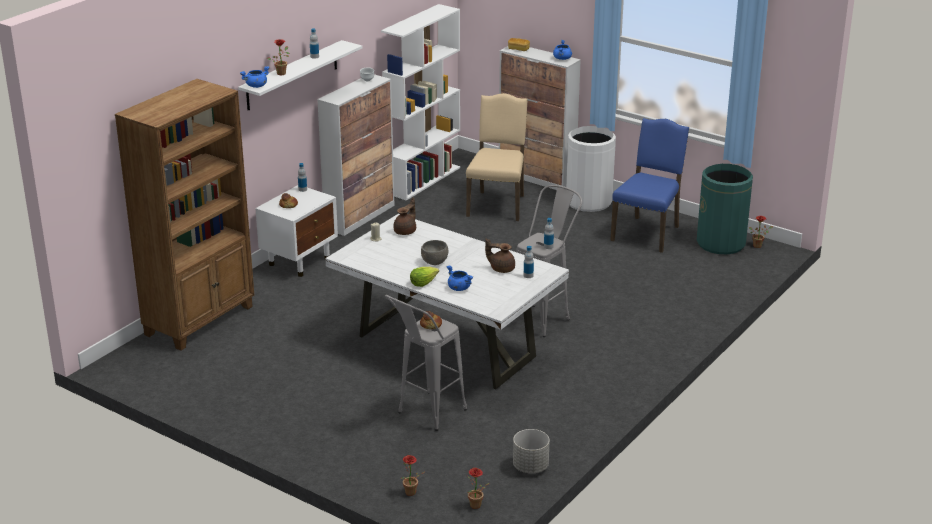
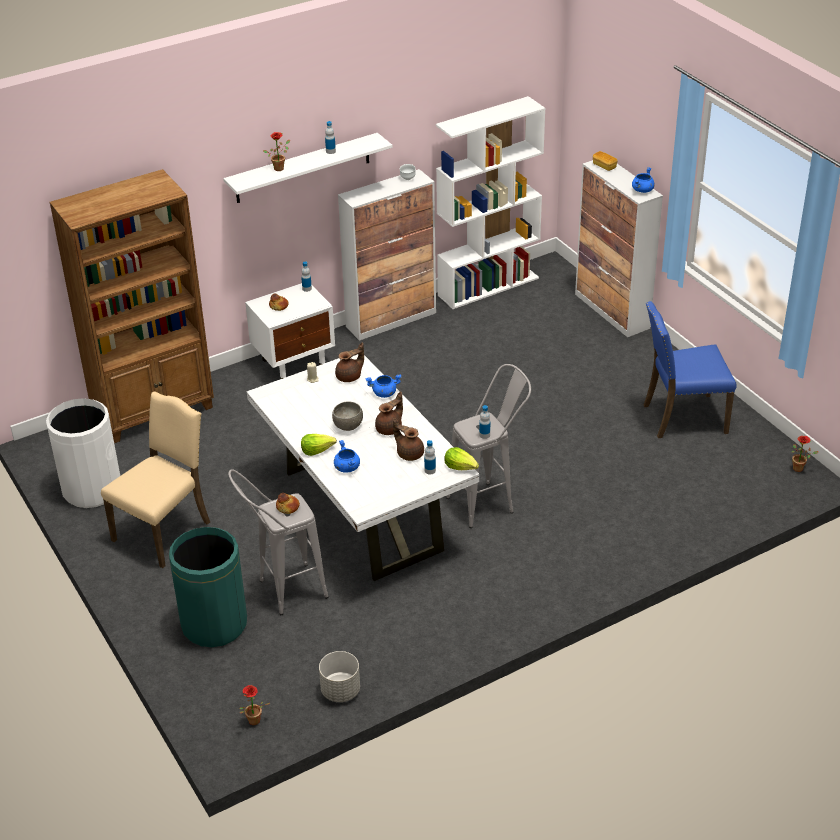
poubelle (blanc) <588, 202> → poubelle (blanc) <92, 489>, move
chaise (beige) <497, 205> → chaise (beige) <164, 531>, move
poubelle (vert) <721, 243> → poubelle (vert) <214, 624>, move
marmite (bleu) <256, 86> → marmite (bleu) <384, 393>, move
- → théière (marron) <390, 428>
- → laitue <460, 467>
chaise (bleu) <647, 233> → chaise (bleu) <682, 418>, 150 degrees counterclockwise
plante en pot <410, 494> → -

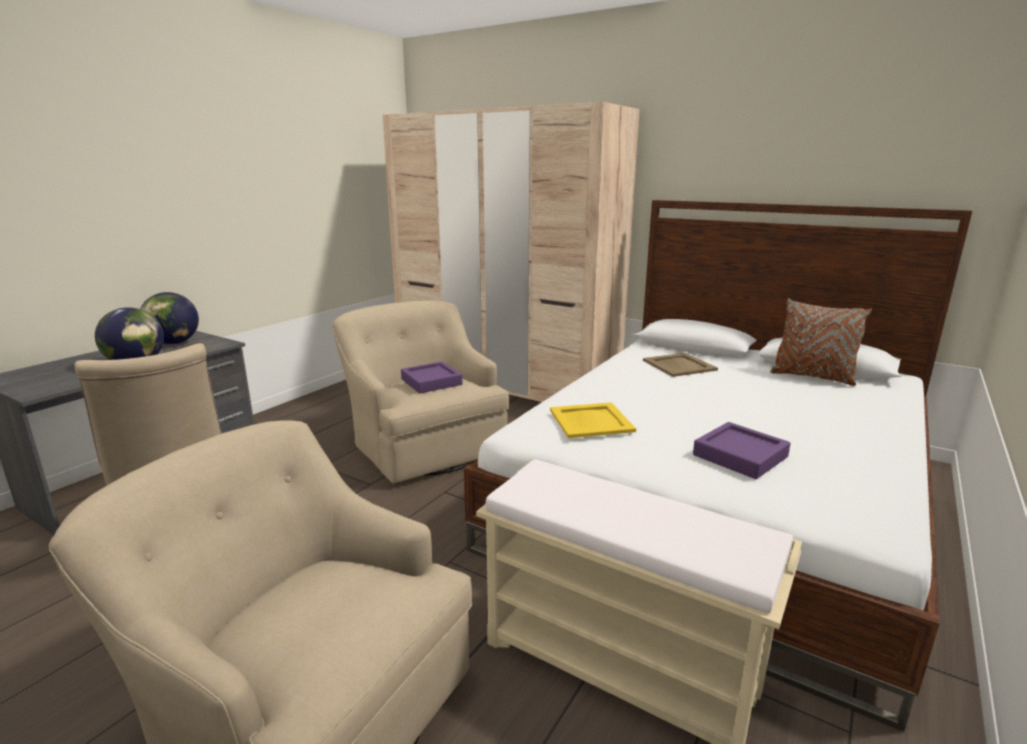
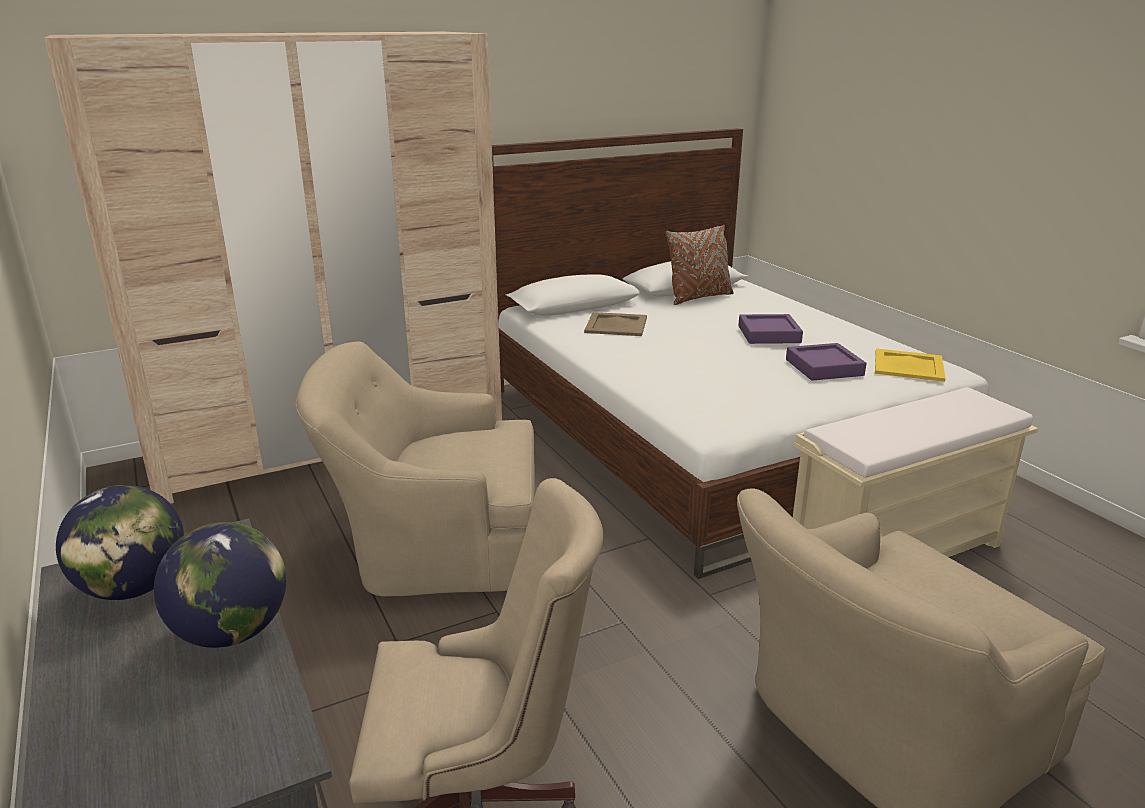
plateau (violet) <431, 382> → plateau (violet) <769, 334>, move
plateau (jaune) <590, 421> → plateau (jaune) <909, 366>, move

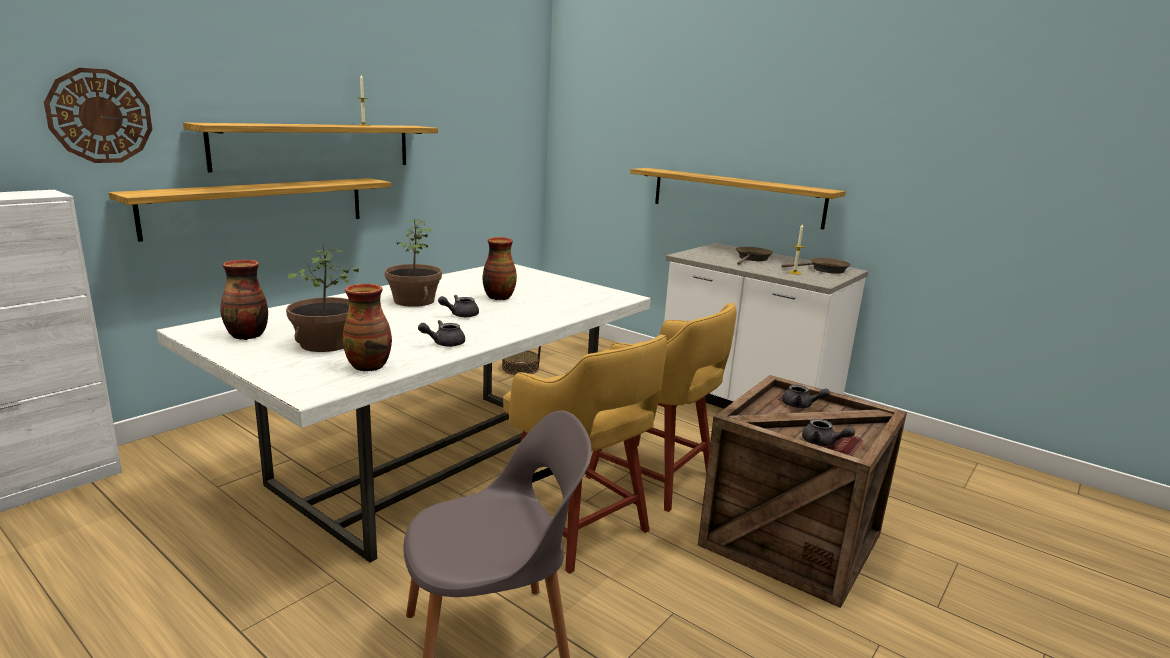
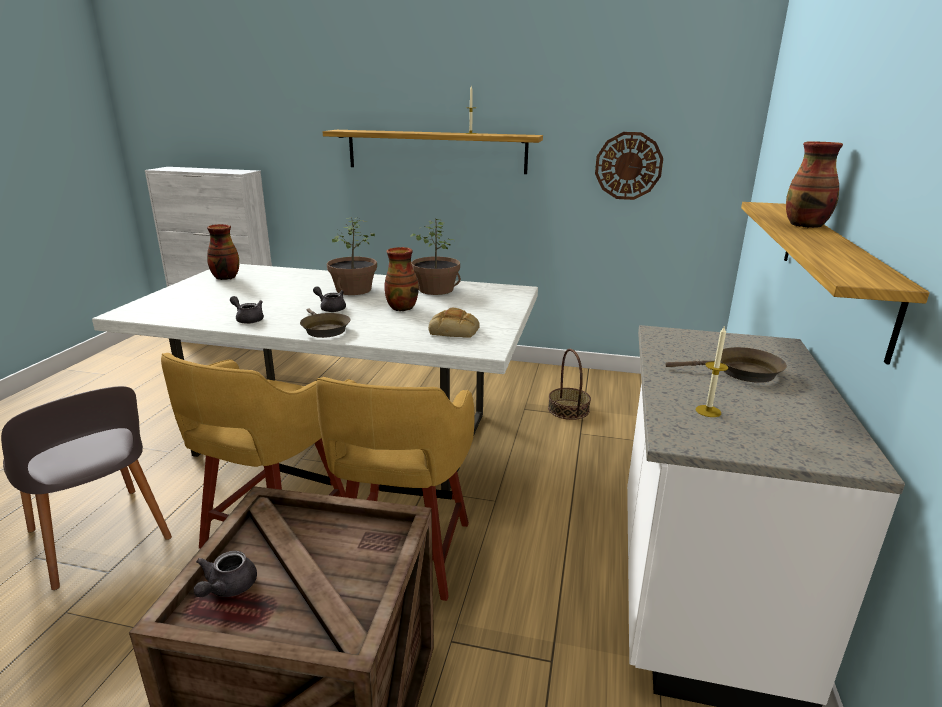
poêle (marron) <825, 270> → poêle (marron) <324, 329>, move
plante en pot <325, 343> → plante en pot <436, 289>, move
- → pain <455, 330>
horloge murale <100, 116> → horloge murale <628, 166>, move
vase <369, 366> → vase <806, 225>, move
étagère <259, 206> → -
théière (gris) <801, 405> → -

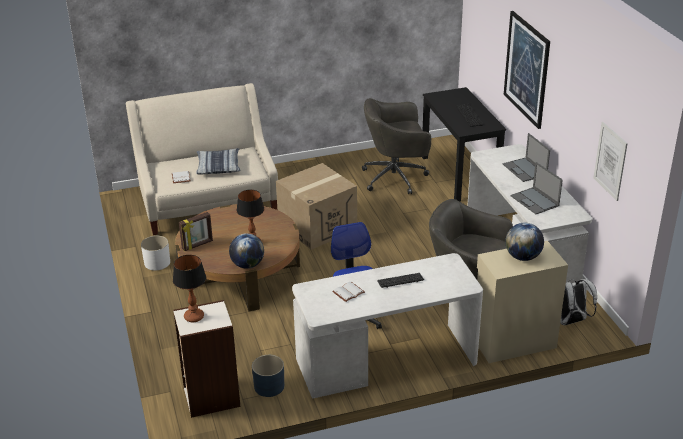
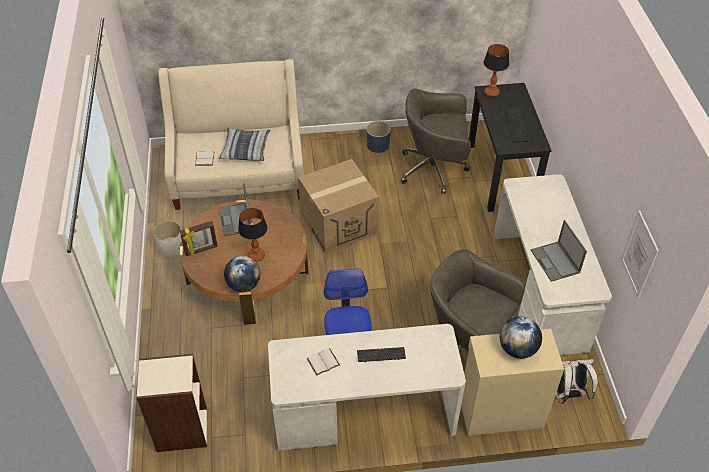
ordinateur portable <525, 170> → ordinateur portable <236, 220>, move
cache-pot (bleu) <269, 386> → cache-pot (bleu) <378, 145>, move
lampe de table <194, 317> → lampe de table <491, 93>, move
tableau <526, 69> → -

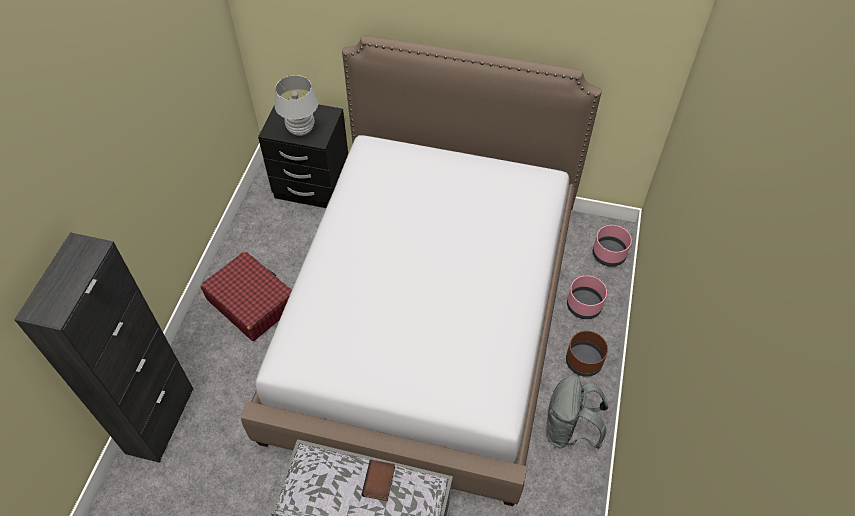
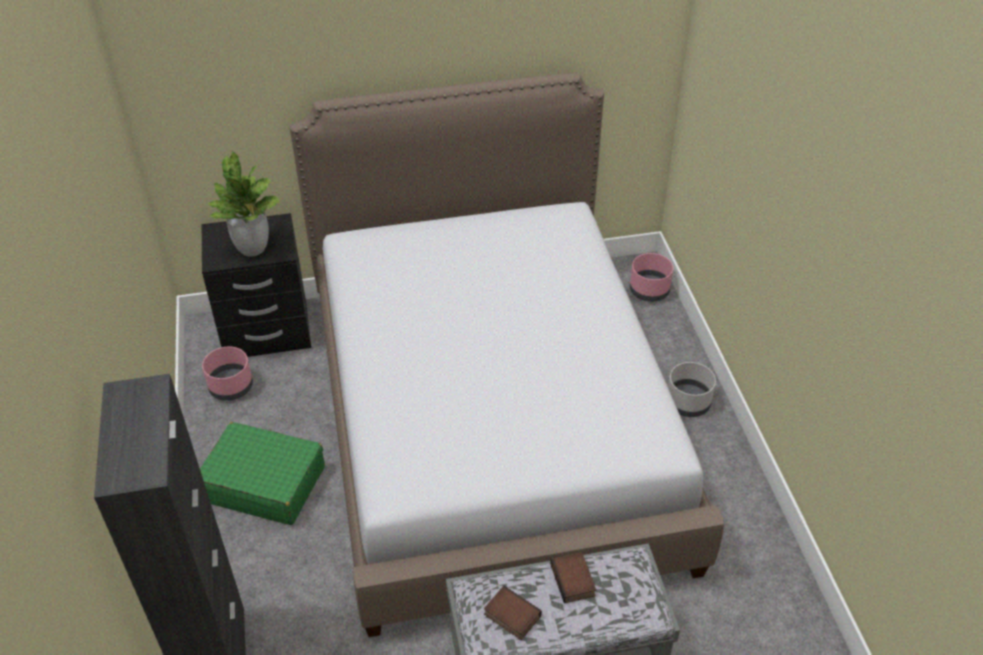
valise (rouge) <251, 302> → valise (vert) <263, 483>
cache-pot (rose) <584, 305> → cache-pot (rose) <231, 386>, move
lampe de table (blanc) <301, 129> → plante en pot <252, 249>
- → livre <510, 616>
cache-pot (marron) <584, 362> → cache-pot (gris) <688, 403>
sac à dos (gris) <569, 430> → -

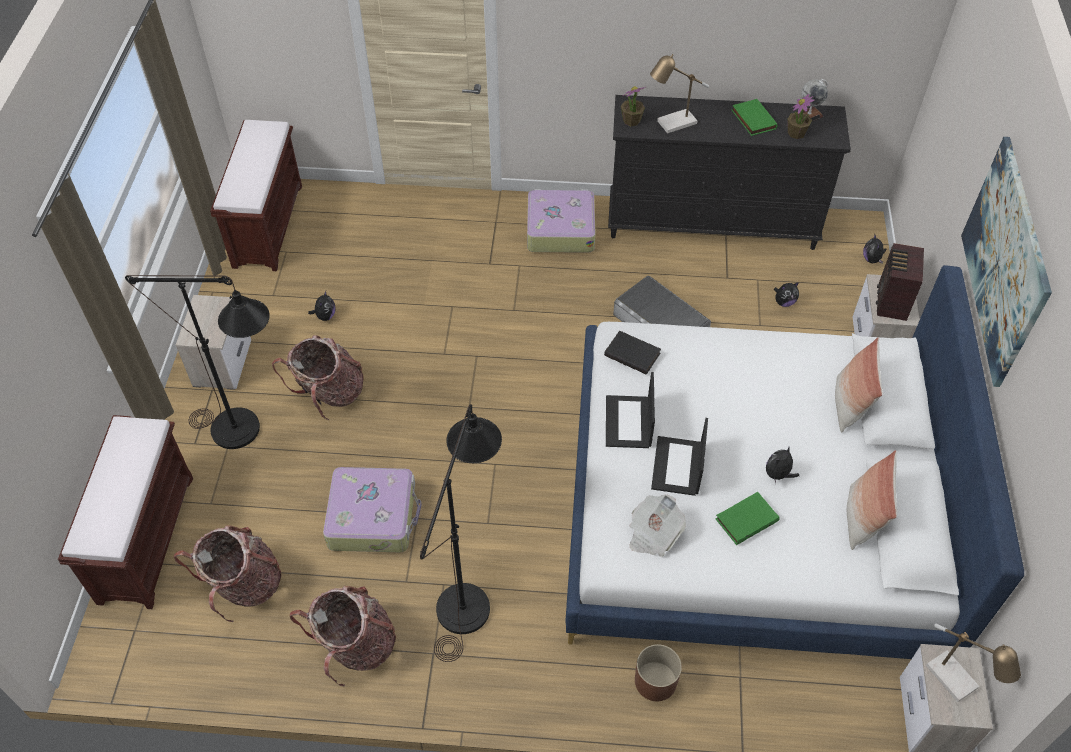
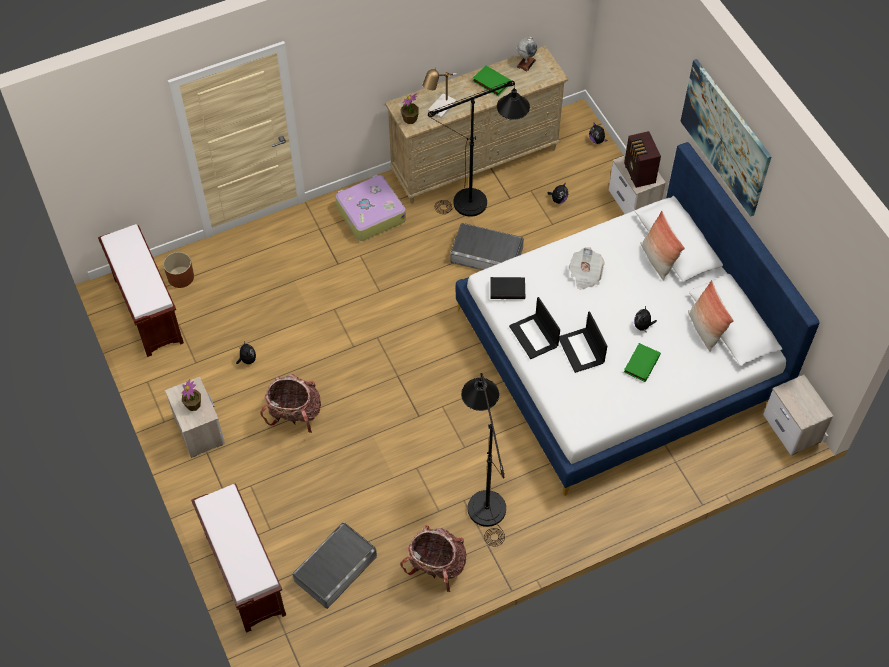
cache-pot (marron) <655, 681> → cache-pot (marron) <180, 277>, move
plante en pot <796, 133> → plante en pot <193, 405>, move
sac à dos <244, 585> → boîte de rangement (gris) <335, 568>
commode (noir) <713, 225> → commode (beige) <475, 161>
lampadaire (noir) <248, 433> → lampadaire (noir) <480, 201>, move
journal <653, 534> → journal <585, 275>, move
valise <373, 516> → -
lampe de table <957, 682> → -

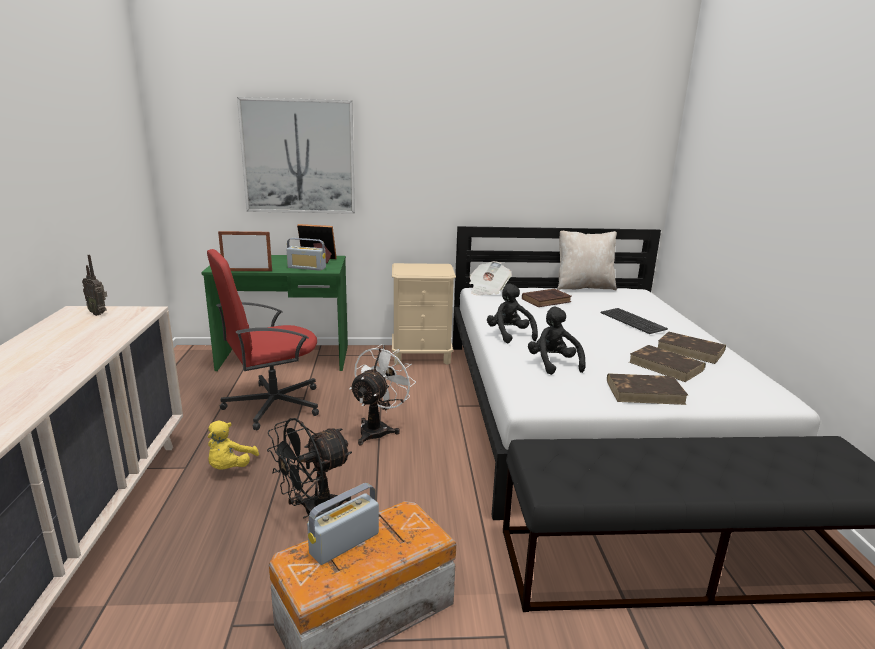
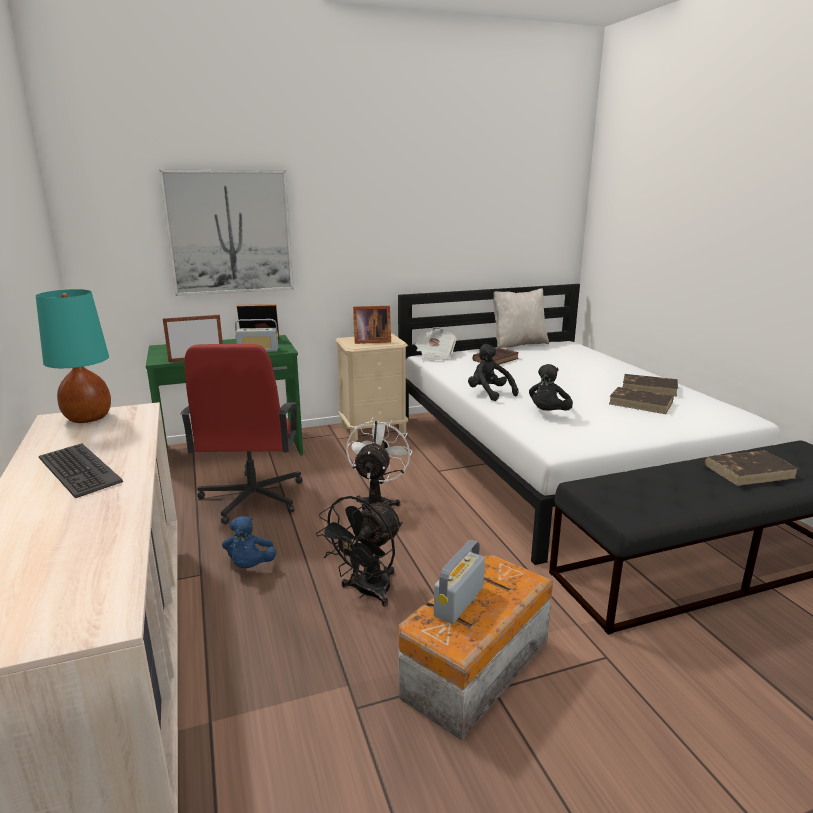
radio <99, 313> → lampe de table (turquoise) <89, 418>
clavier <632, 321> → clavier <78, 470>, move
chaise de bureau (rouge) <272, 405> → chaise de bureau (rouge) <252, 498>, 45 degrees counterclockwise
peluche (jaune) <230, 467> → peluche (bleu) <250, 566>
- → cadre photo <370, 341>
peluche (noir) <553, 364> → peluche (noir) <548, 414>, 120 degrees counterclockwise
livre (marron) <645, 392> → livre (marron) <749, 471>, move

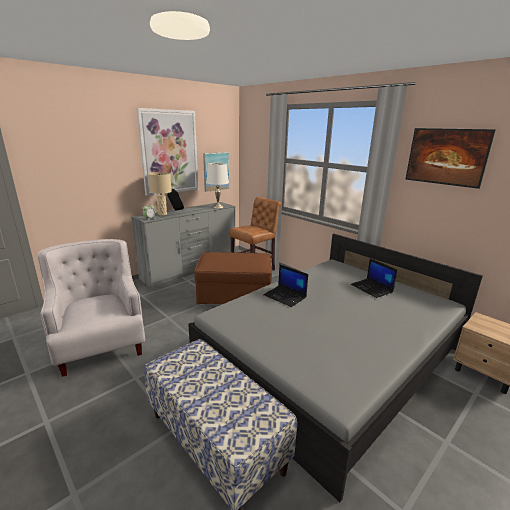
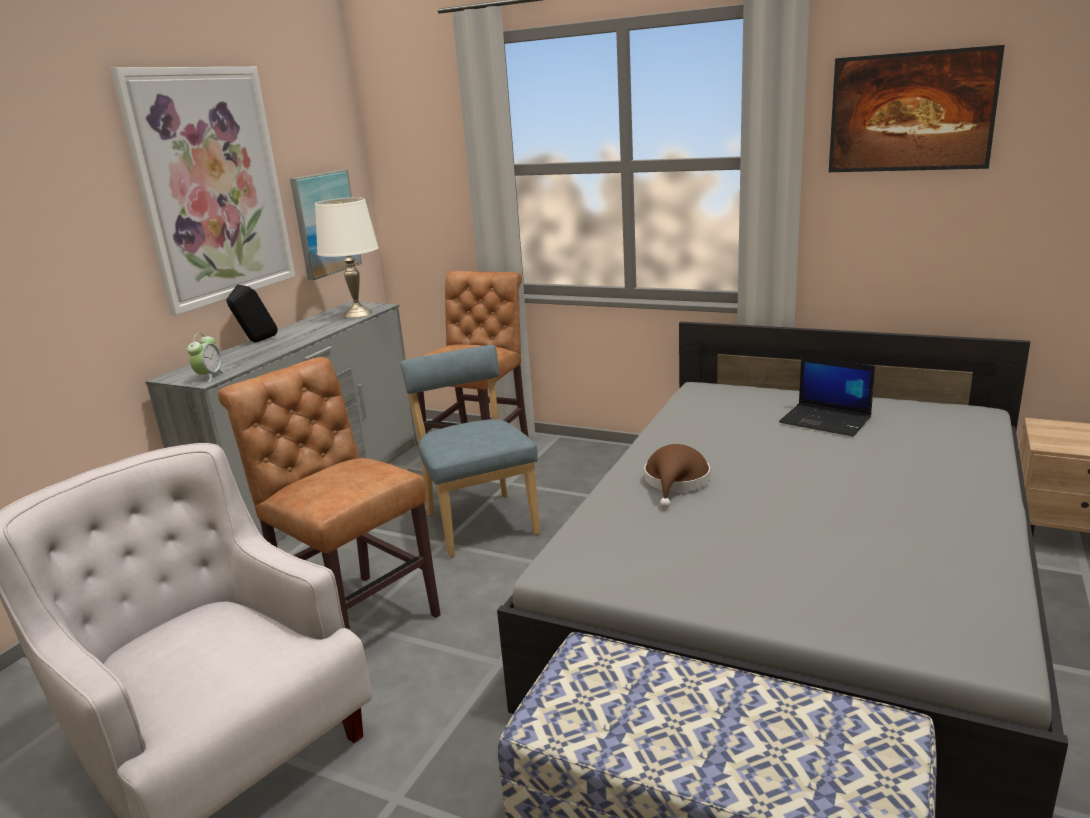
- → chaise (marron) <355, 617>
pouf (marron) <234, 294> → chaise (bleu) <479, 521>
ordinateur portable <285, 296> → chapeau (marron) <676, 482>
lampe de table (beige) <162, 214> → -

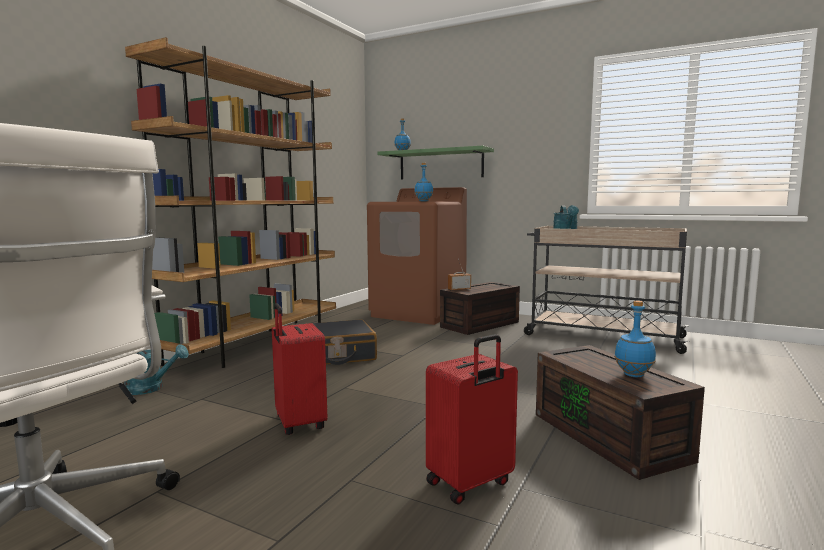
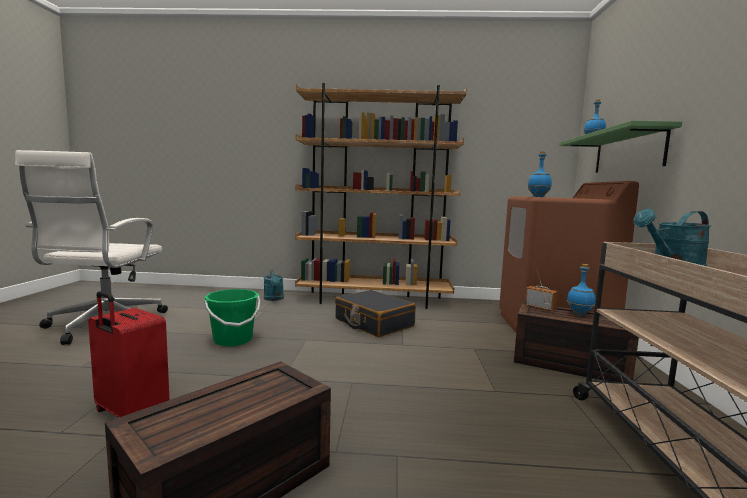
valise (rouge) <298, 423> → seau (vert) <233, 340>
bouteille (bleu) <634, 375> → bouteille (bleu) <580, 314>, move

